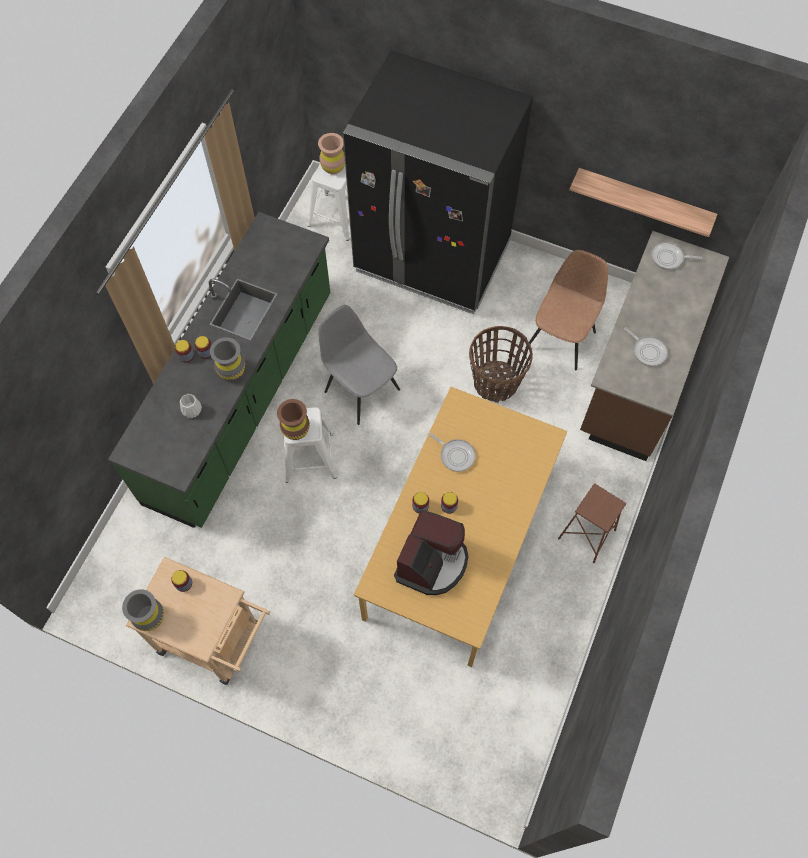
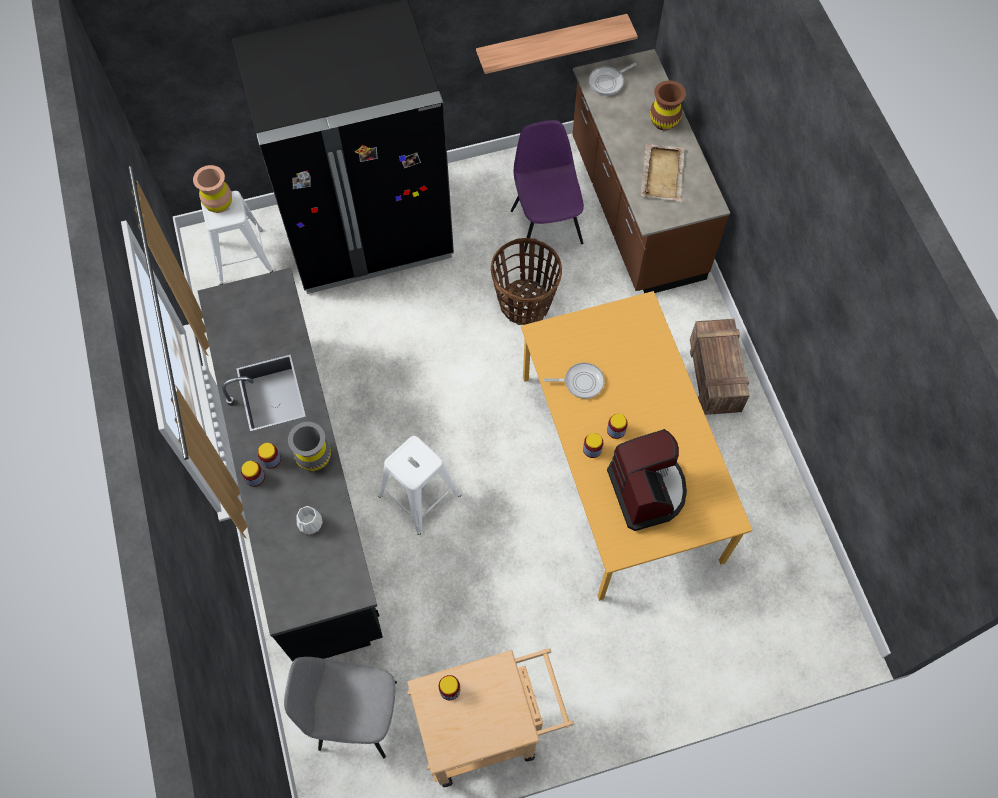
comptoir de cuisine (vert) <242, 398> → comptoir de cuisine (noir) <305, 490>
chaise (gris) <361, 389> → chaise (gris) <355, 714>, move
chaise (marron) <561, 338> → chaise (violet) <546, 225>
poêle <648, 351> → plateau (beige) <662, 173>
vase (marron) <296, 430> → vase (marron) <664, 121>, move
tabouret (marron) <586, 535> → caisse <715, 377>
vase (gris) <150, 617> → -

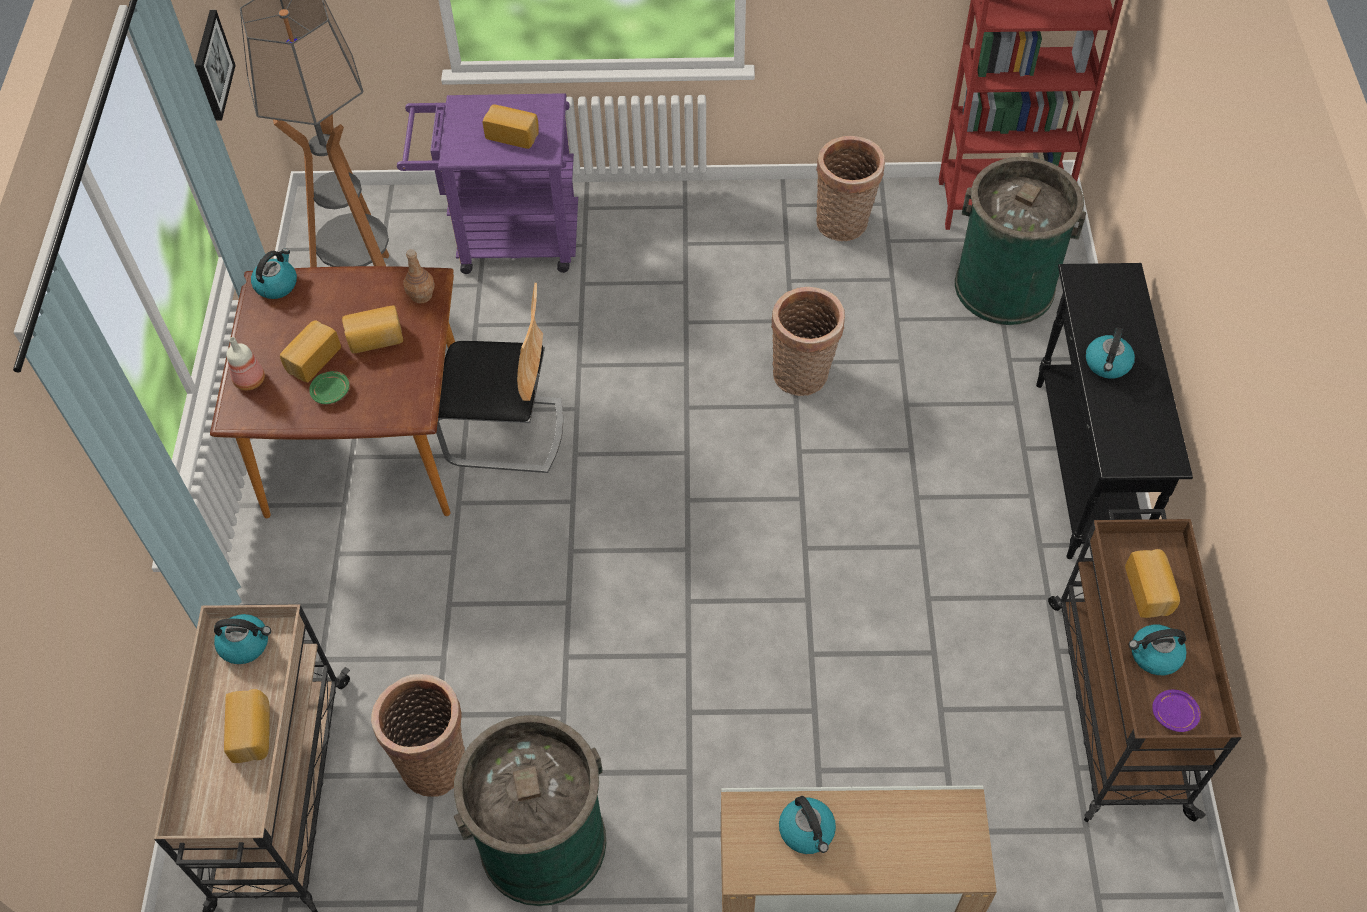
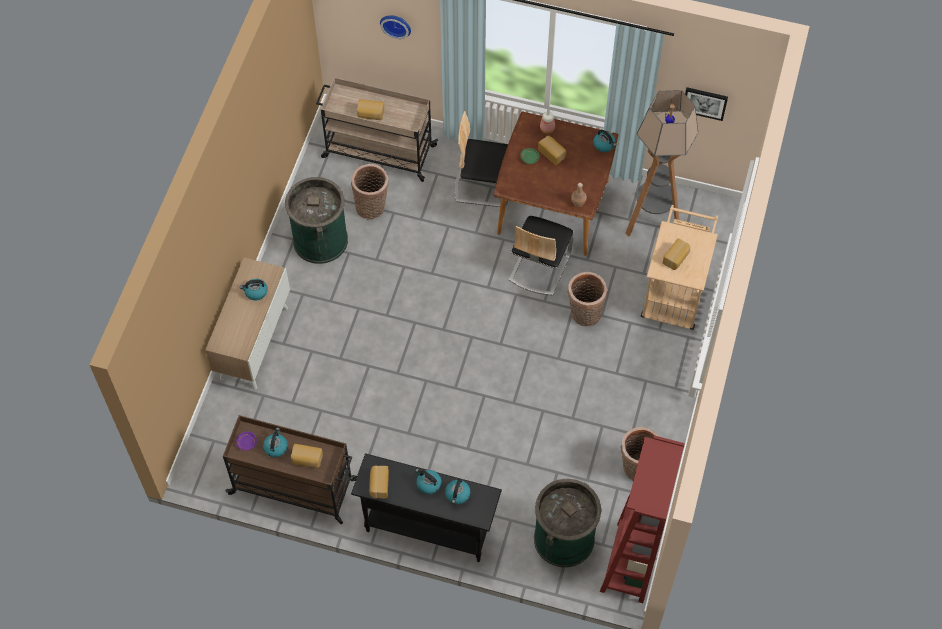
pain <376, 340> → pain <379, 485>, move
- → horloge murale <396, 24>
bouilloire <246, 644> → bouilloire <457, 494>, move
- → chaise <484, 185>
panier <803, 376> → panier <584, 314>, move
chariot (violet) <505, 239> → chariot (beige) <674, 292>

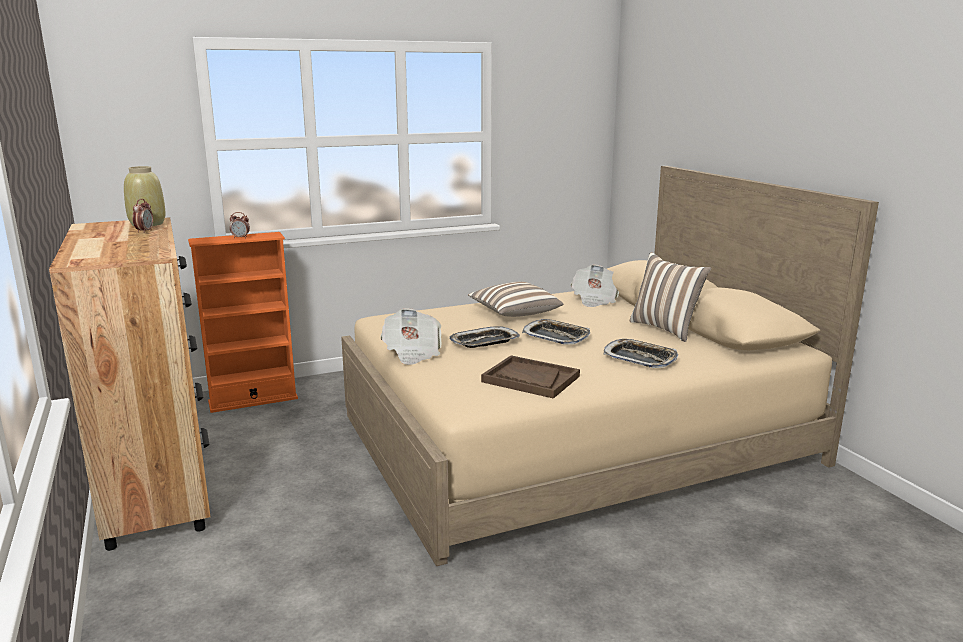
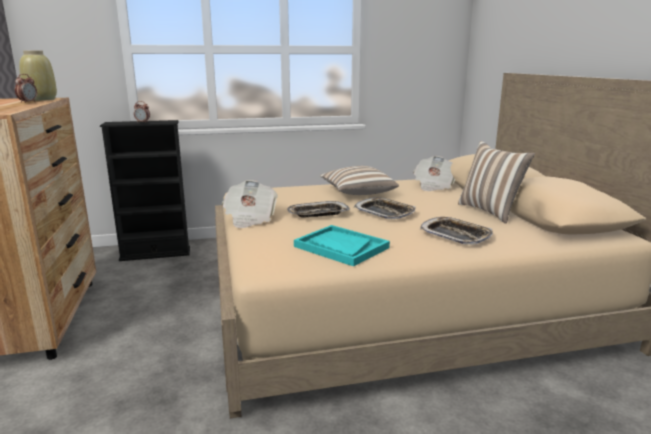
bibliothèque (orange) <253, 400> → bibliothèque (noir) <155, 254>
plateau (marron) <530, 379> → plateau (turquoise) <341, 247>

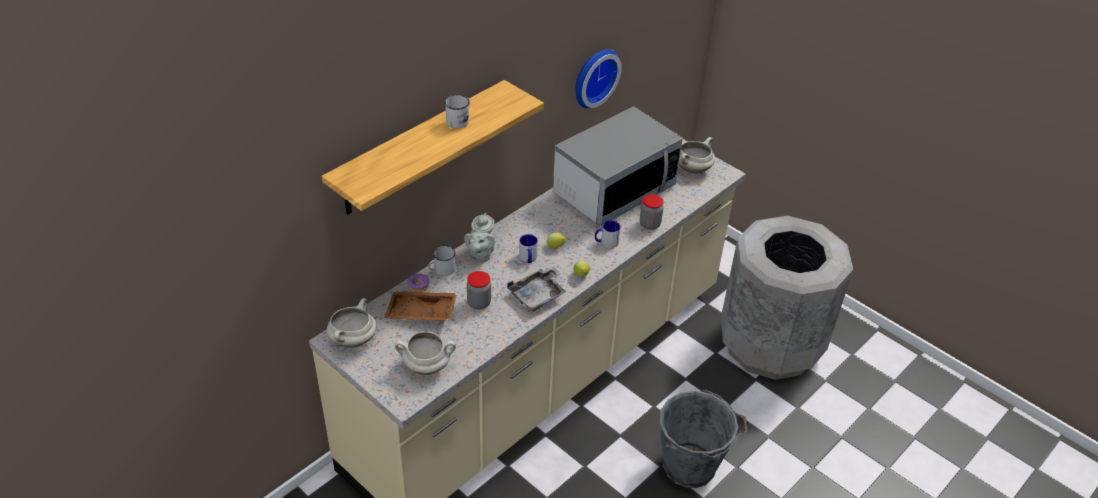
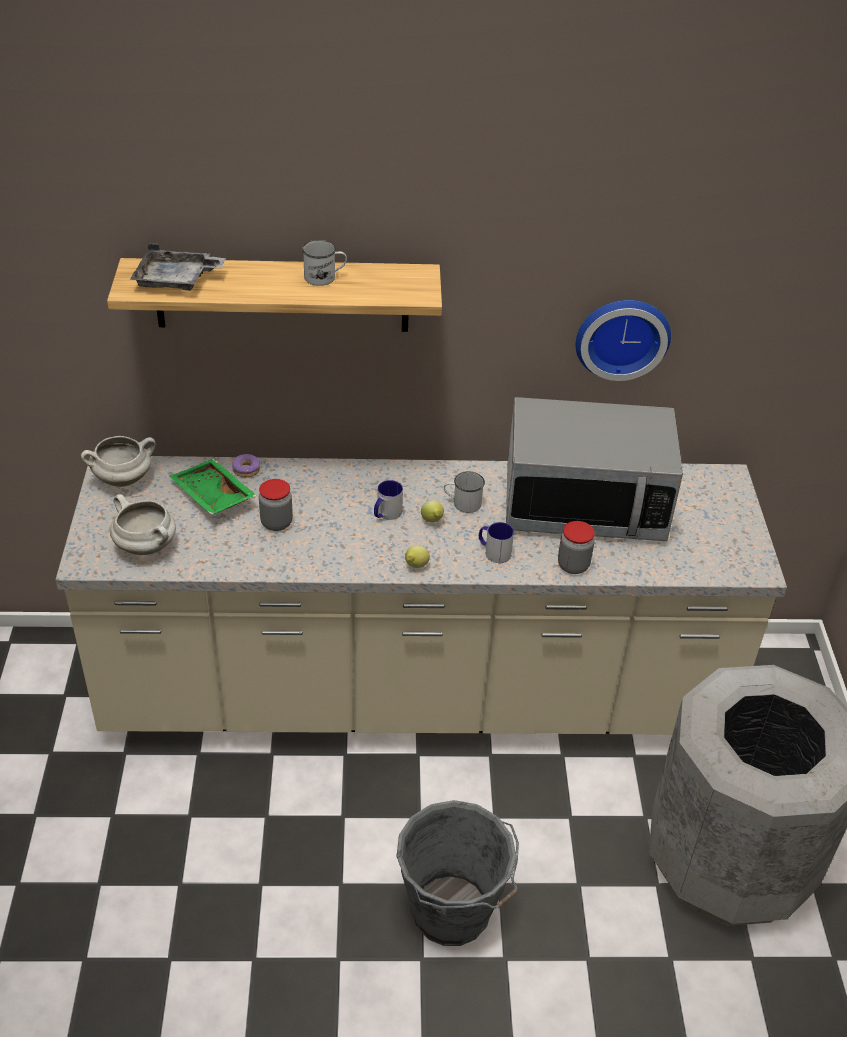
plateau (gris) <538, 295> → plateau (gris) <176, 280>, move
plateau (marron) <421, 313> → plateau (vert) <211, 496>
mug (blanc) <441, 270> → mug (blanc) <462, 503>, move
théière (gris) <481, 254> → -
marmite (blanc) <693, 169> → -

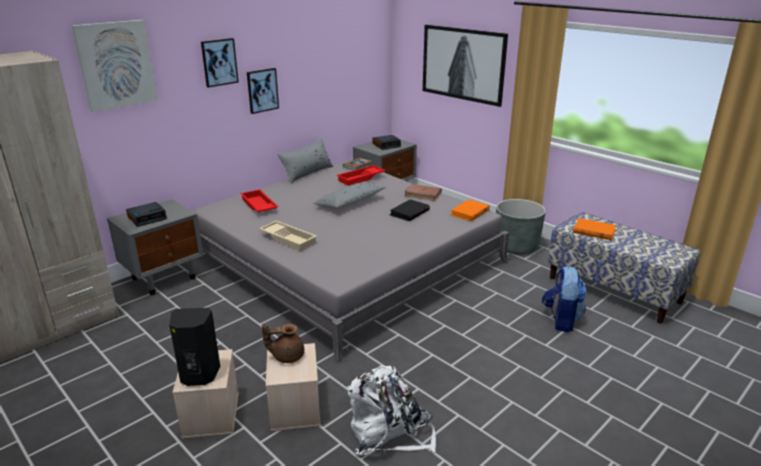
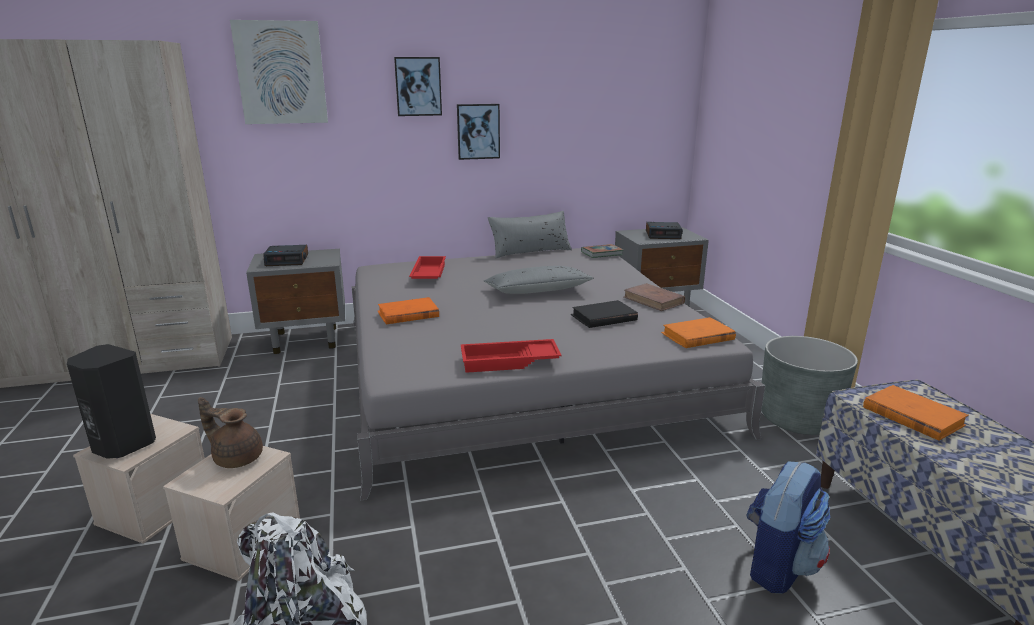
plateau (beige) <289, 239> → livre (orange) <408, 314>
plateau (rouge) <361, 178> → plateau (rouge) <509, 362>, move
tableau <463, 64> → -

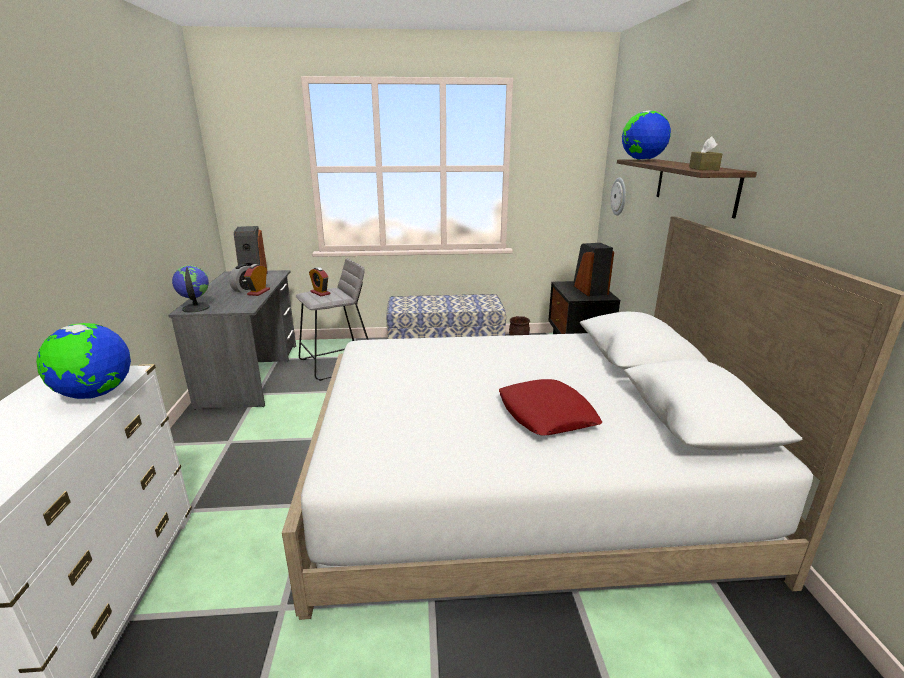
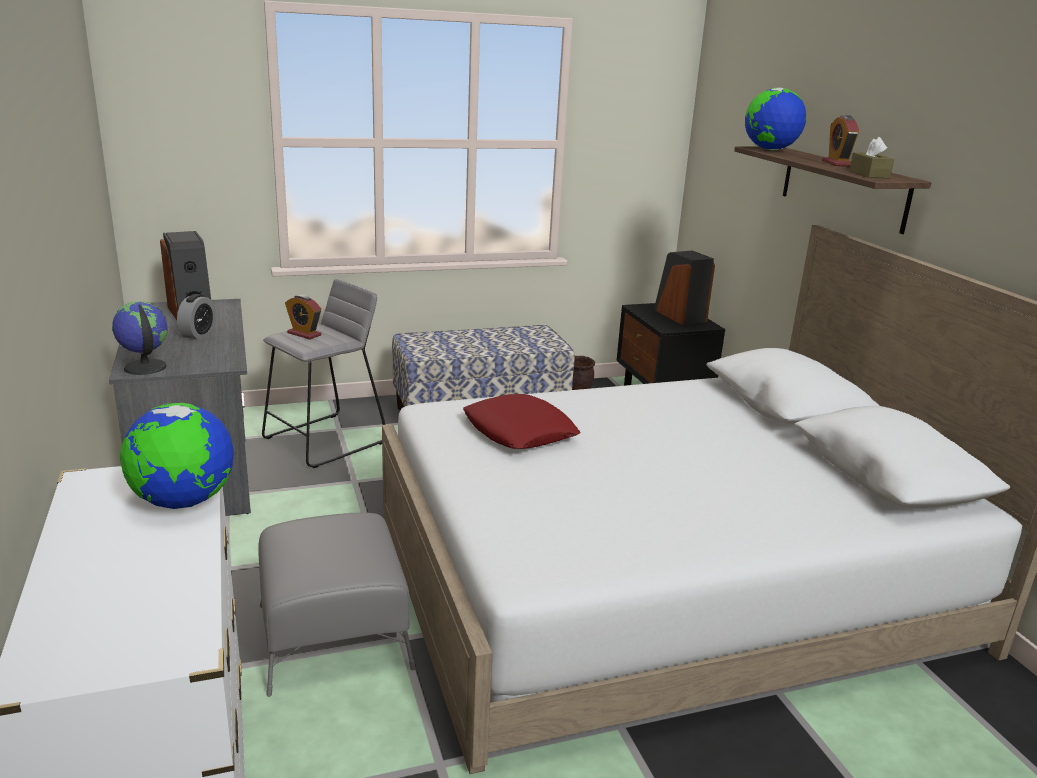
- → pouf (gris) <333, 637>
coussin (rouge) <546, 414> → coussin (rouge) <519, 431>, move
réveil <258, 292> → réveil <837, 163>, move
horloge murale <619, 196> → -

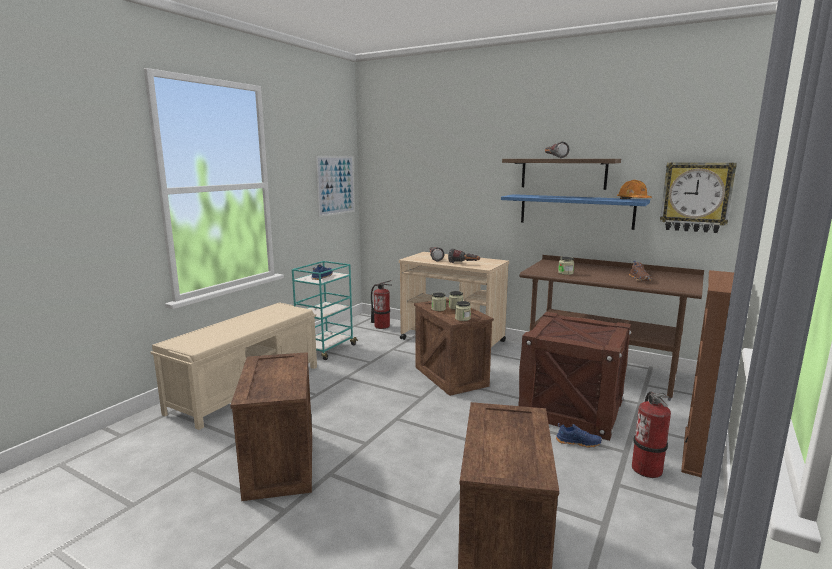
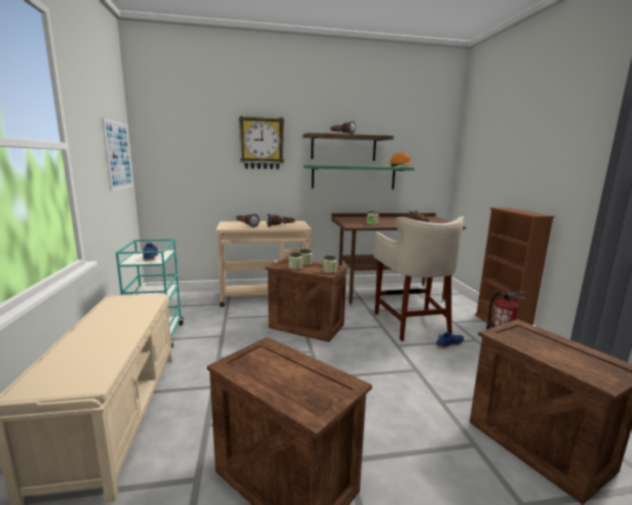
horloge murale <696, 197> → horloge murale <262, 143>, move
étagère (bleu) <575, 211> → étagère (vert) <353, 177>
caisse <571, 409> → tabouret (beige) <412, 323>
extincteur <382, 326> → -

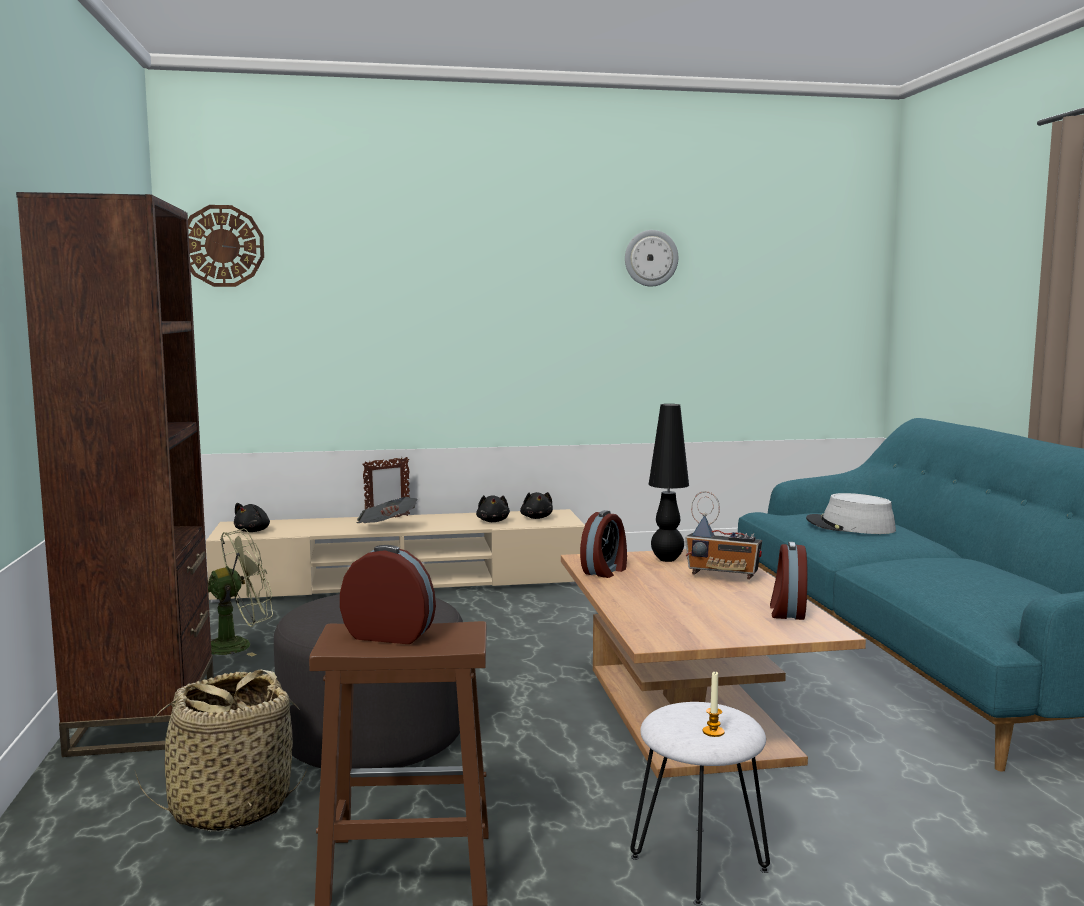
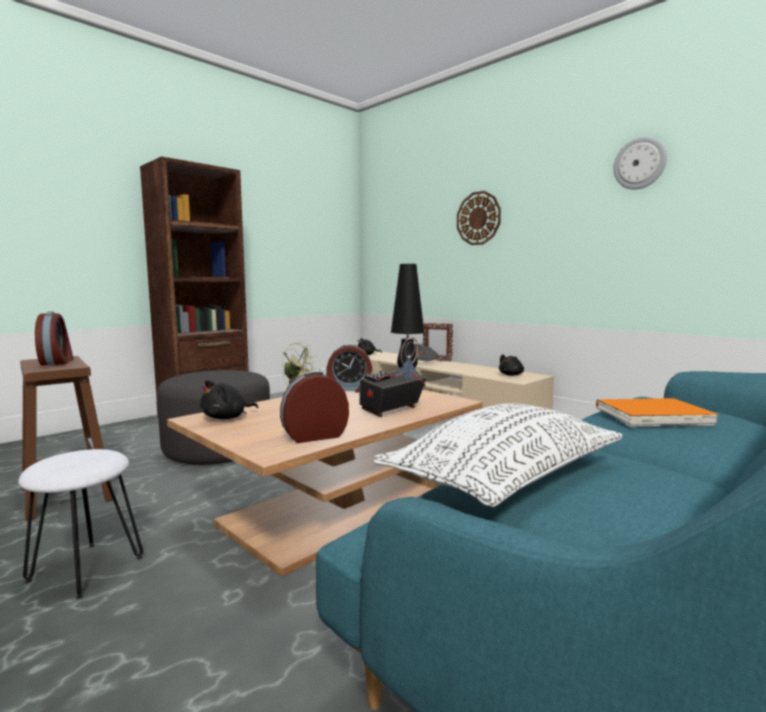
peluche (noir) <493, 521> → peluche (noir) <227, 418>, move
radio <723, 575> → radio <390, 410>, 60 degrees clockwise
- → coussin (blanc) <505, 478>
horloge murale <222, 246> → horloge murale <478, 218>, move
chapeau (gris) <850, 526> → livre (orange) <652, 417>
panier <230, 807> → -
bougie <713, 732> → -

